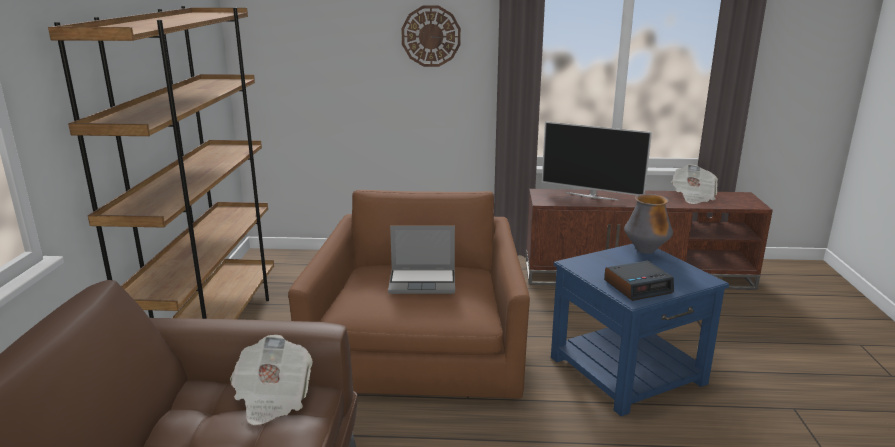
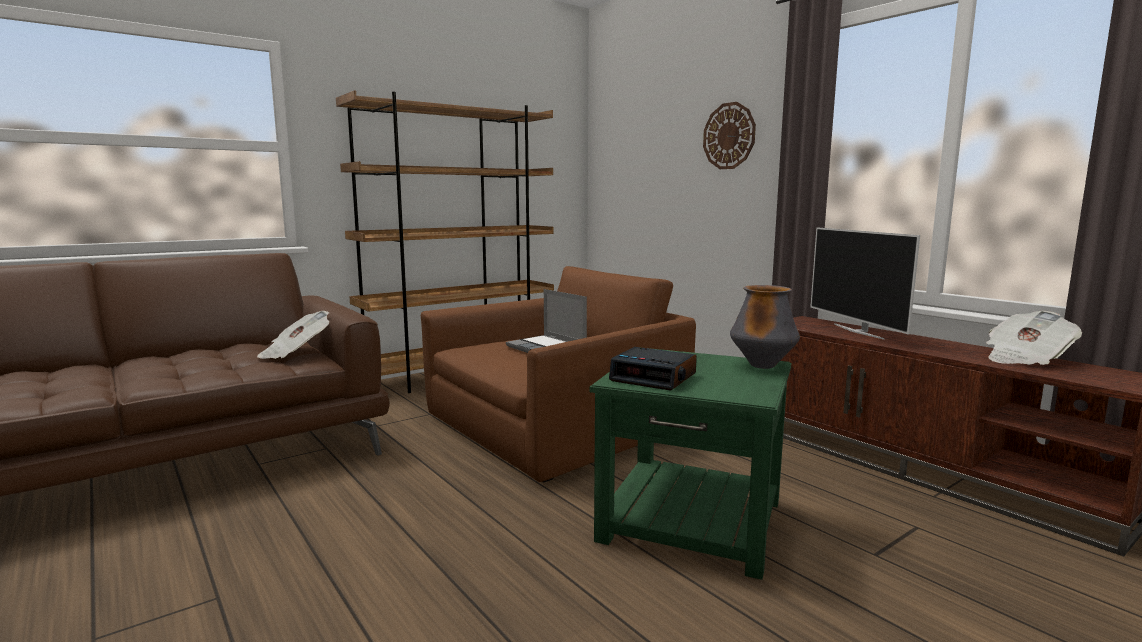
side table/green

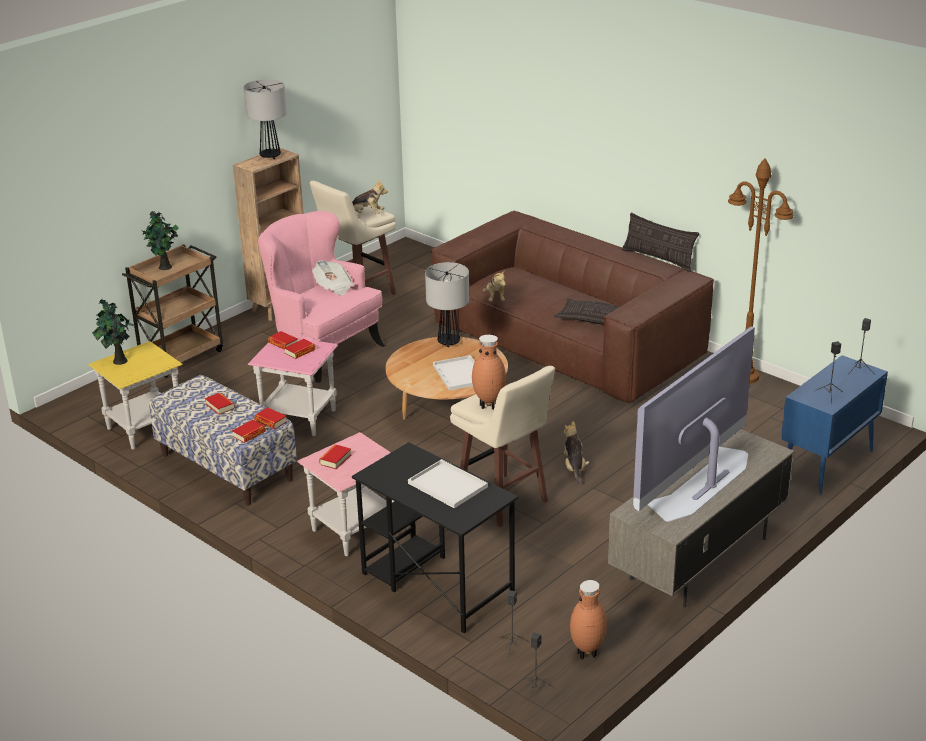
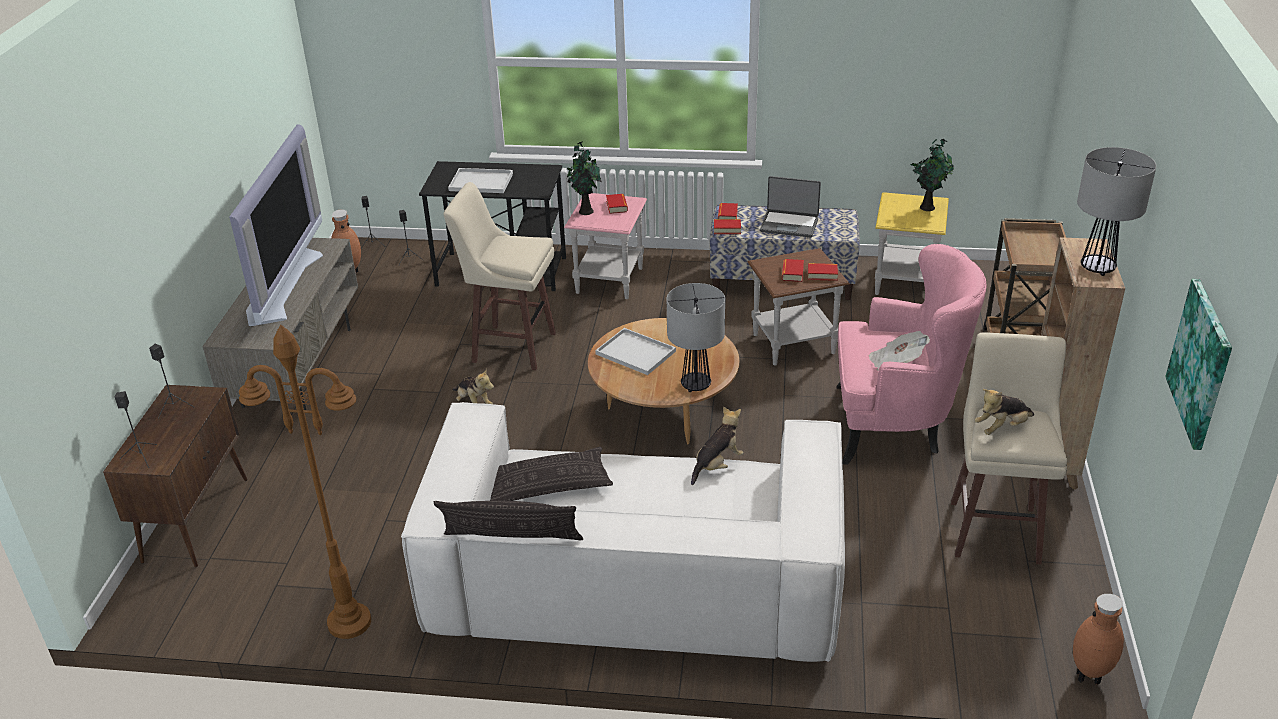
potted plant (1st from left); laptop; side table/brown; sofa/white; vase/brown (2nd from left); plush toy (2nd from left); cabinet/brown; picture

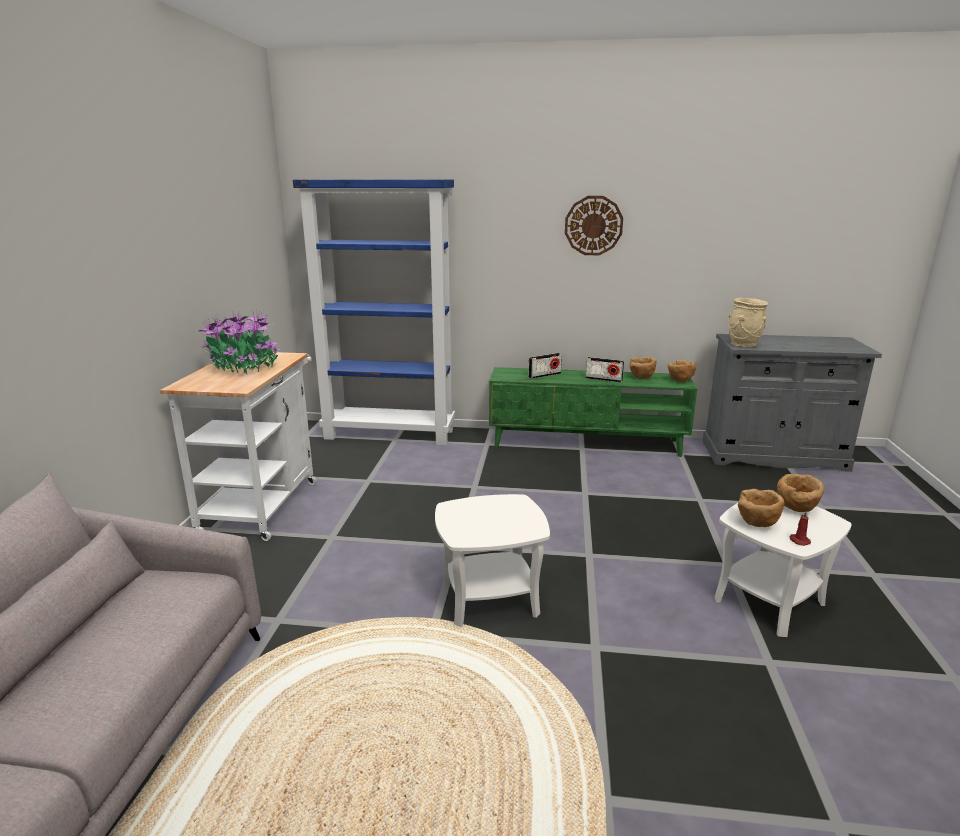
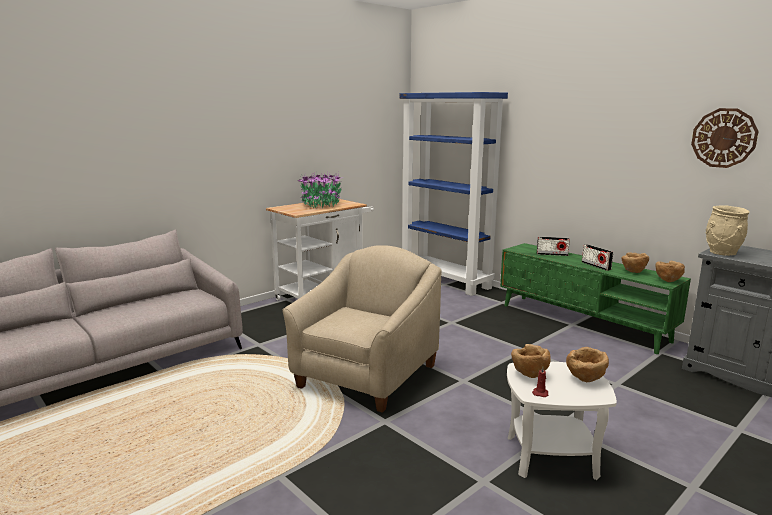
armchair/beige; wall clock

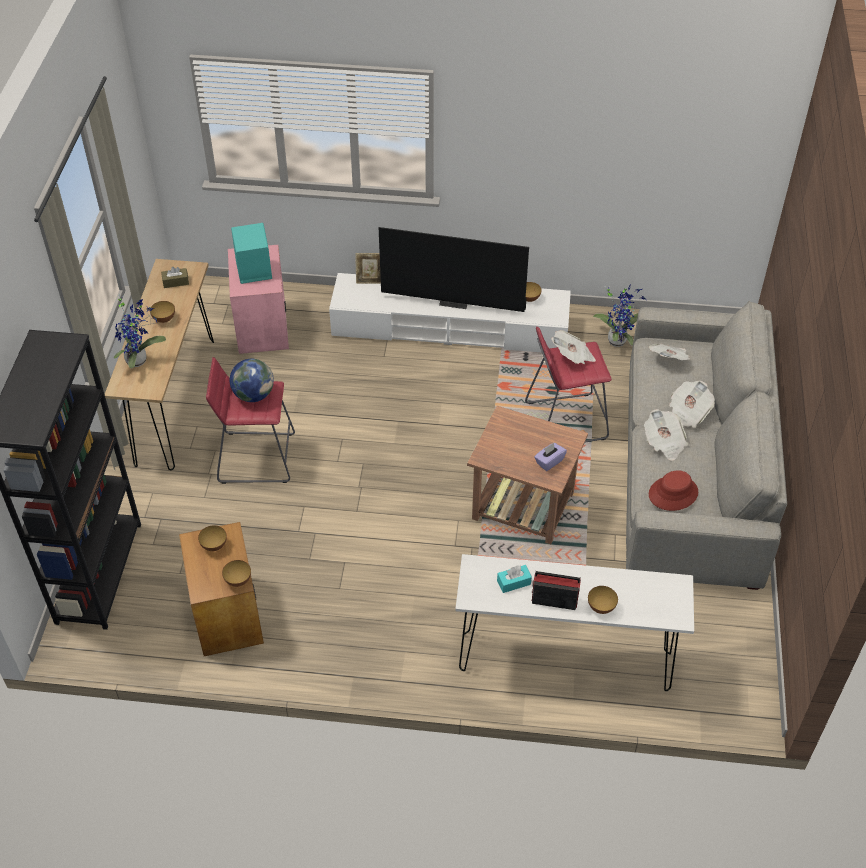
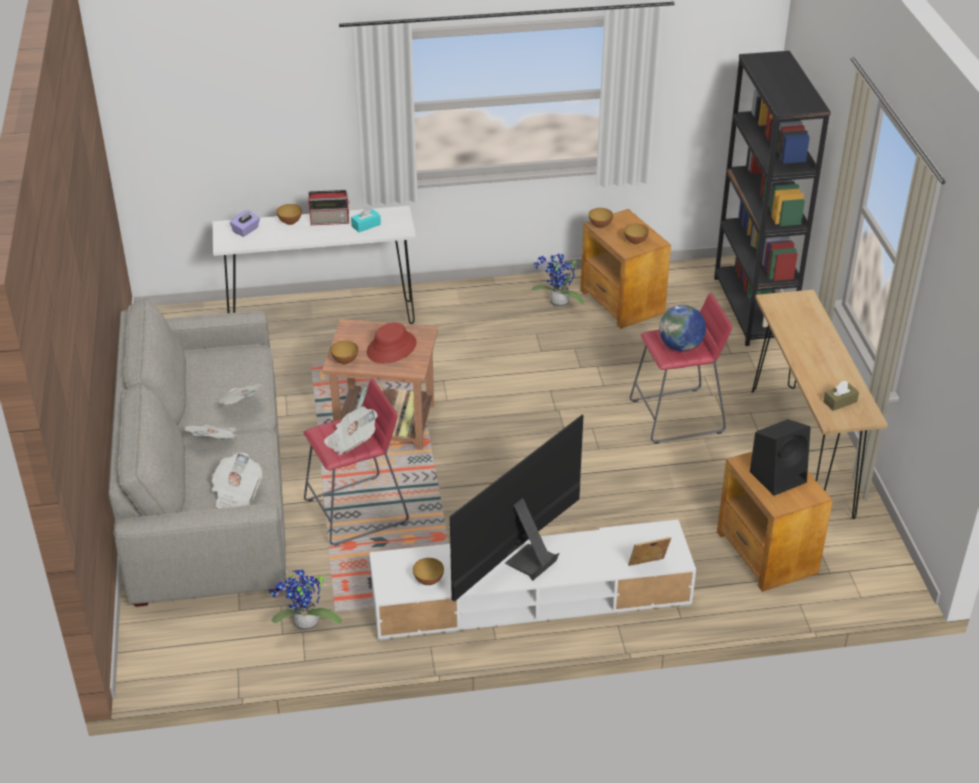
potted plant (2nd from left); bowl (2nd from left); side table/brown (3rd from left); speaker/black; television; tissue box/purple; hat/red

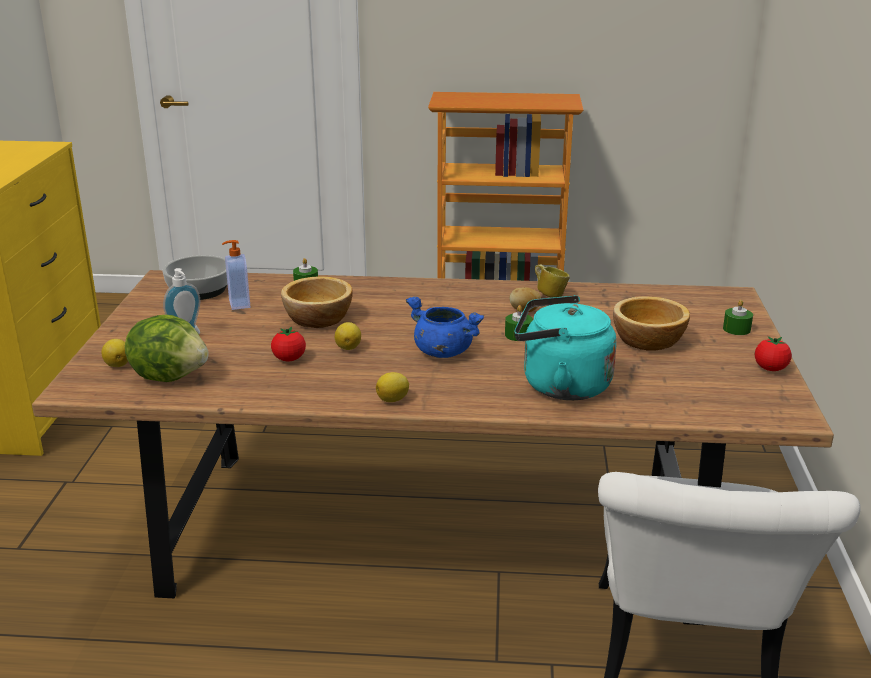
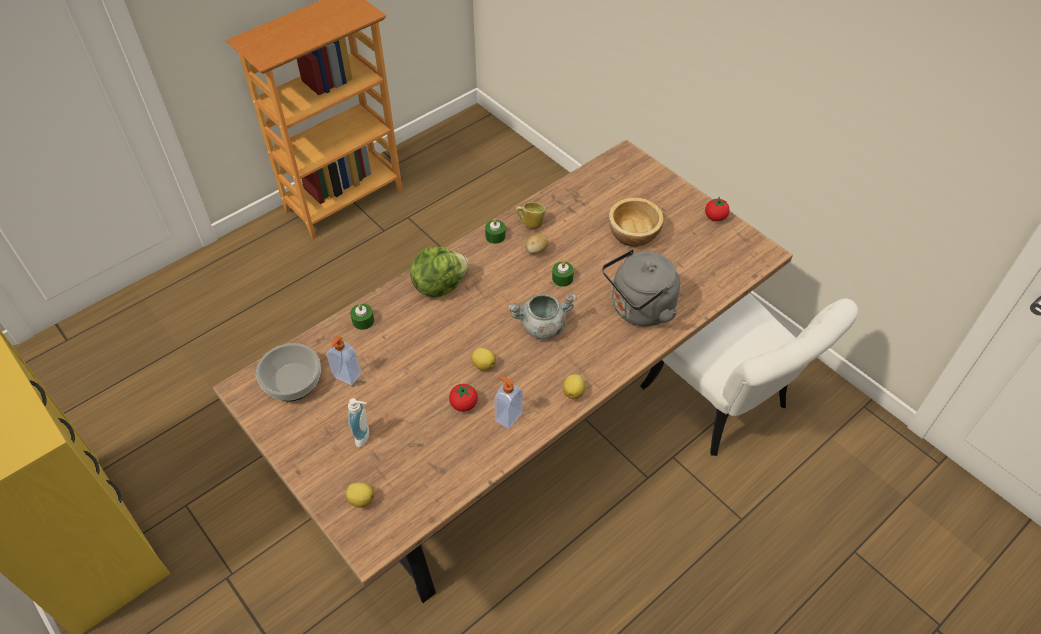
lettuce; bowl (2nd from left in the first image); cooking pot/grey; kettle/grey; candle/green (2nd from left); soap dispenser (3rd from left)

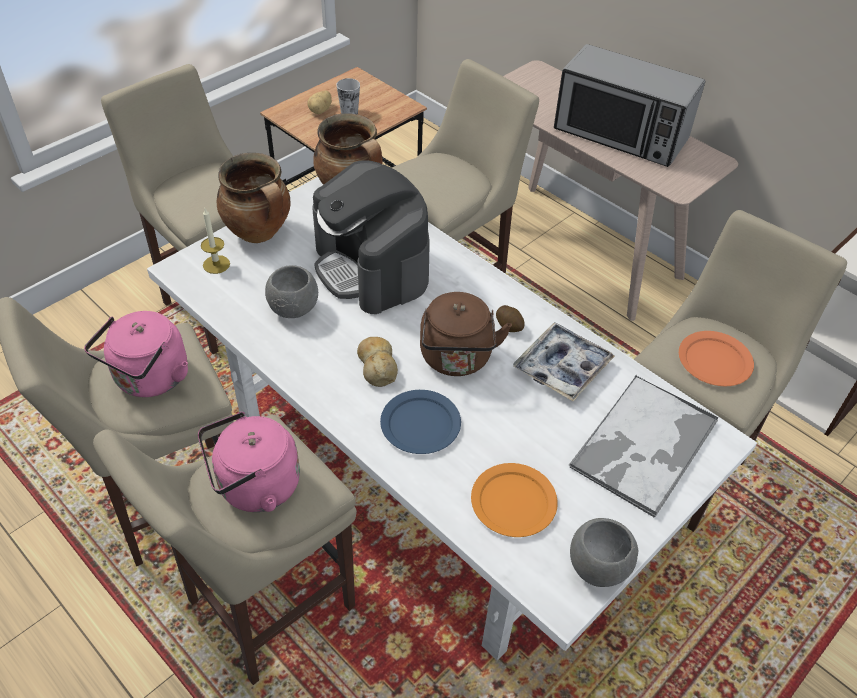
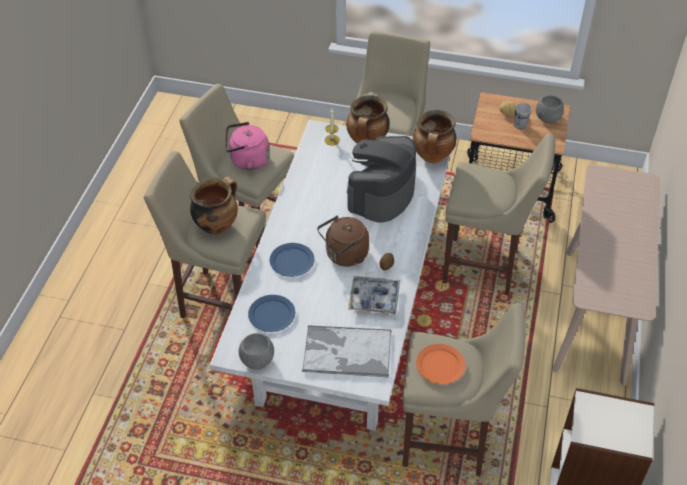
cooking pot (1st from left); bowl/grey (2nd from left); bread; plate/blue (1st from left); microwave

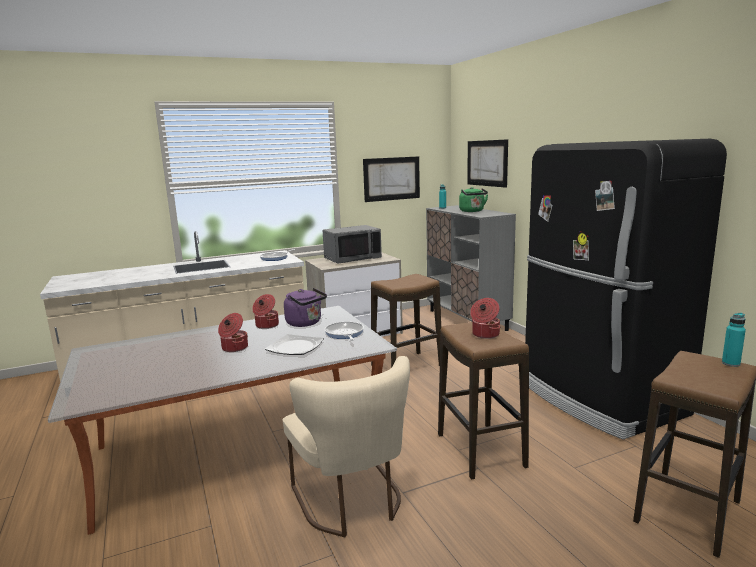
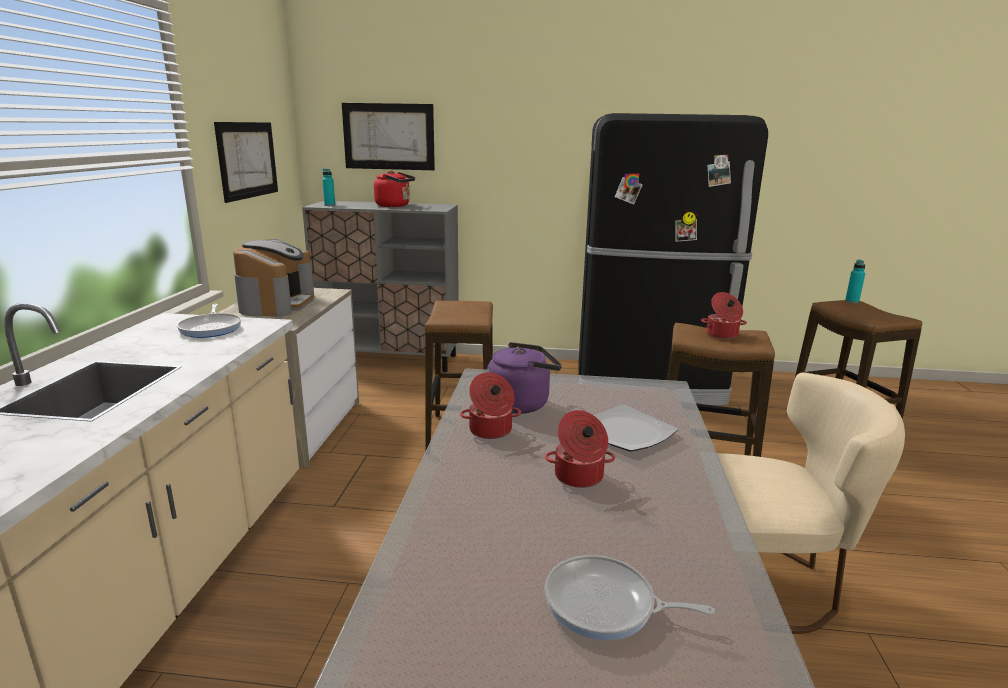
coffee machine; frying pan (2nd from left); kettle/red

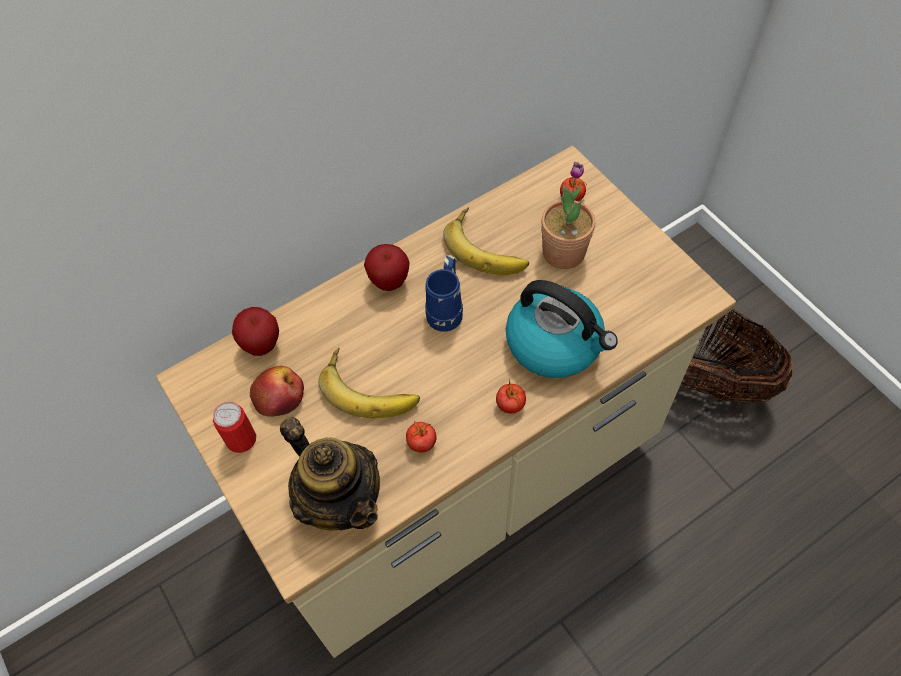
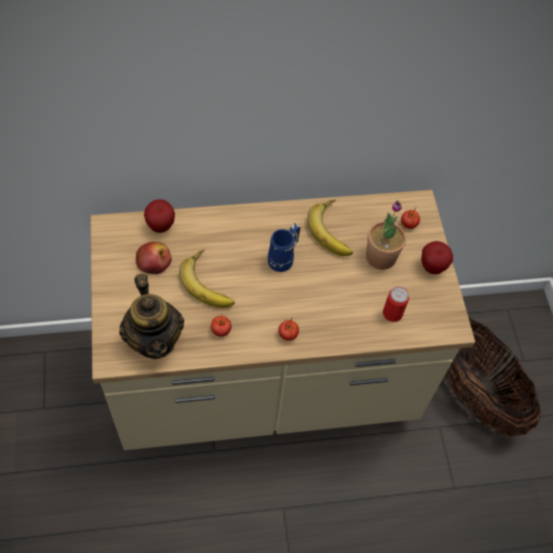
can; apple (3rd from left); kettle

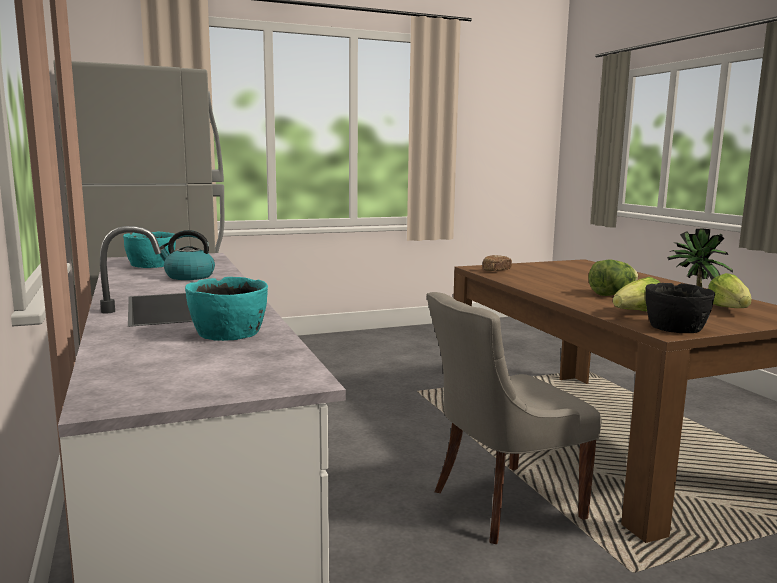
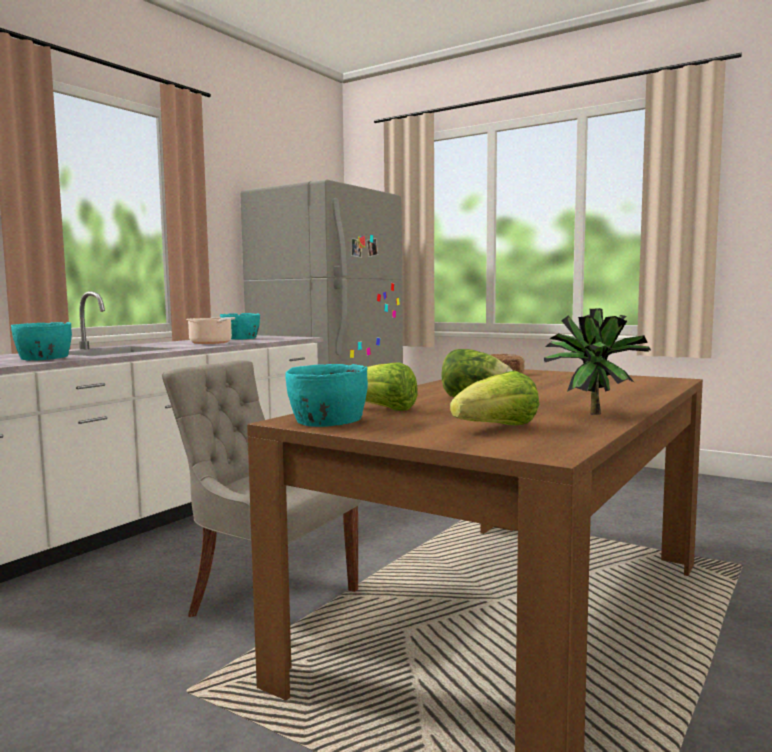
cooking pot; bowl/turquoise (3rd from left)

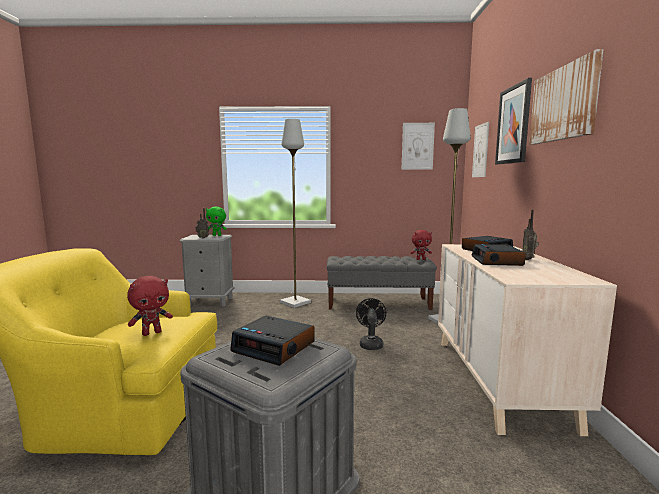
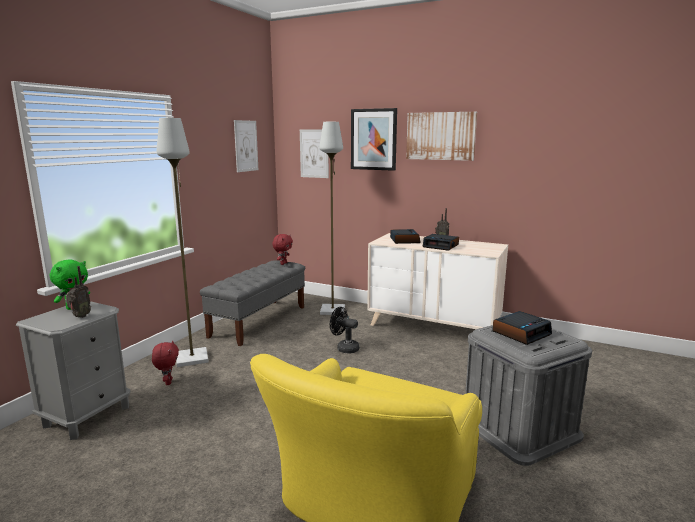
plush toy/red (1st from left)

